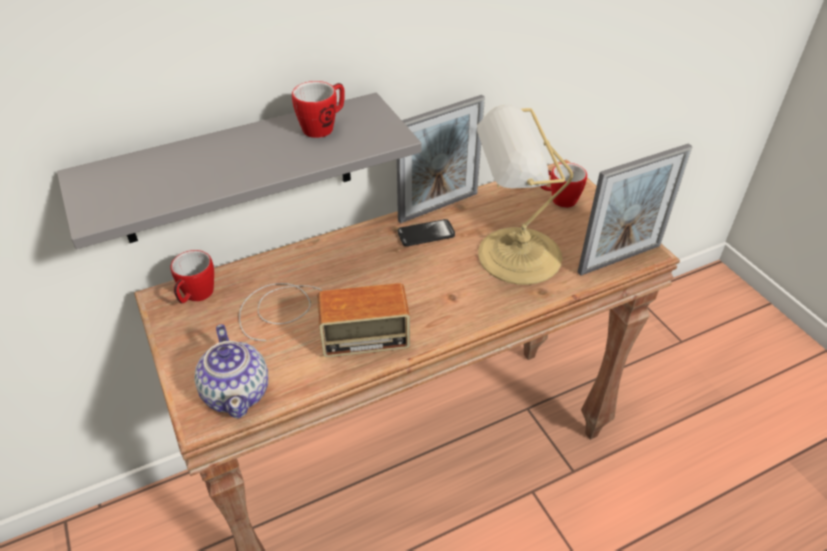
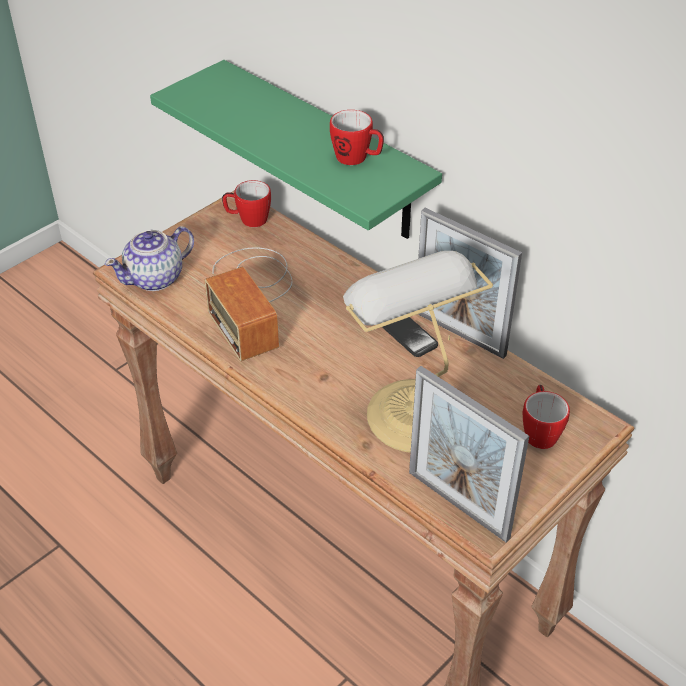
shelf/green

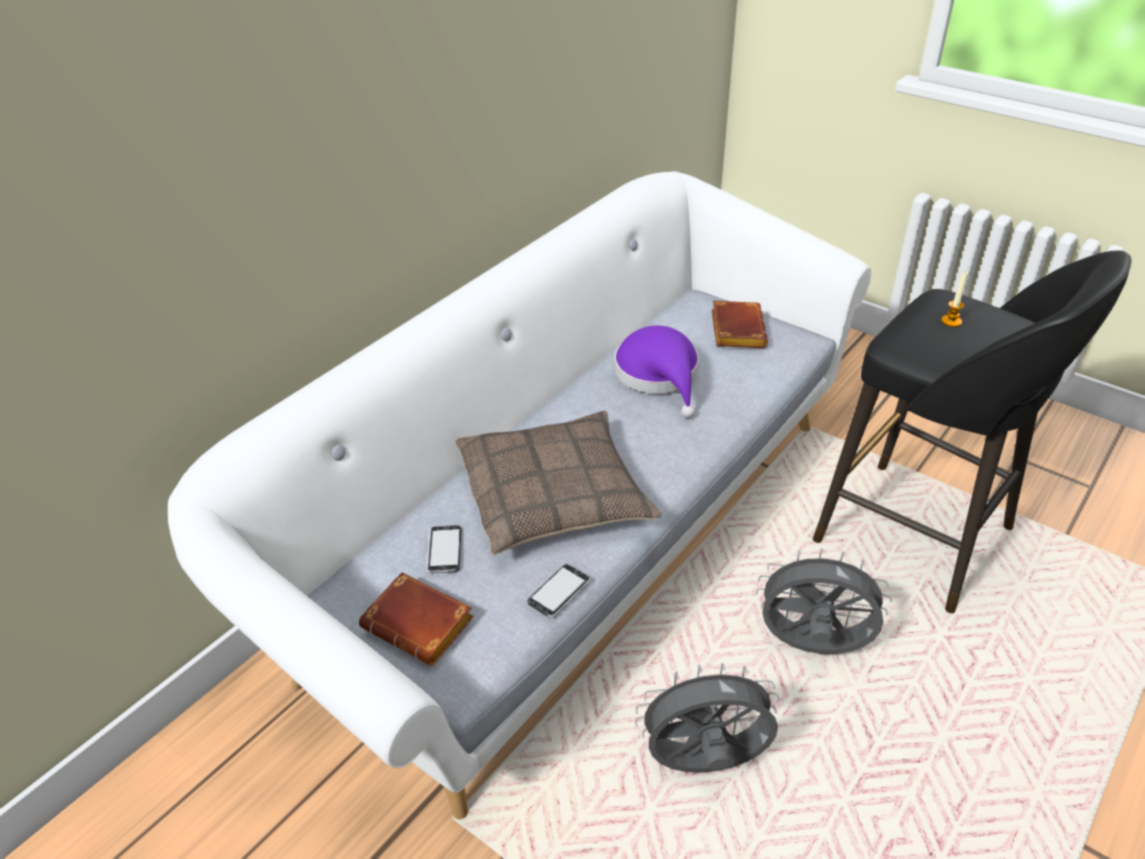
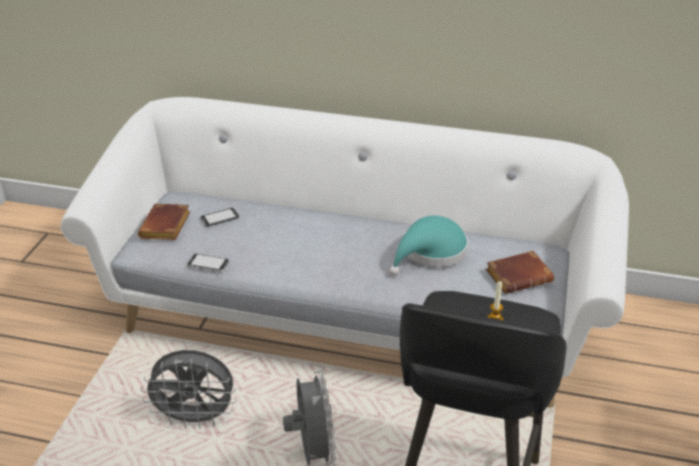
pillow; hat/turquoise; fan/grey (1st from left)

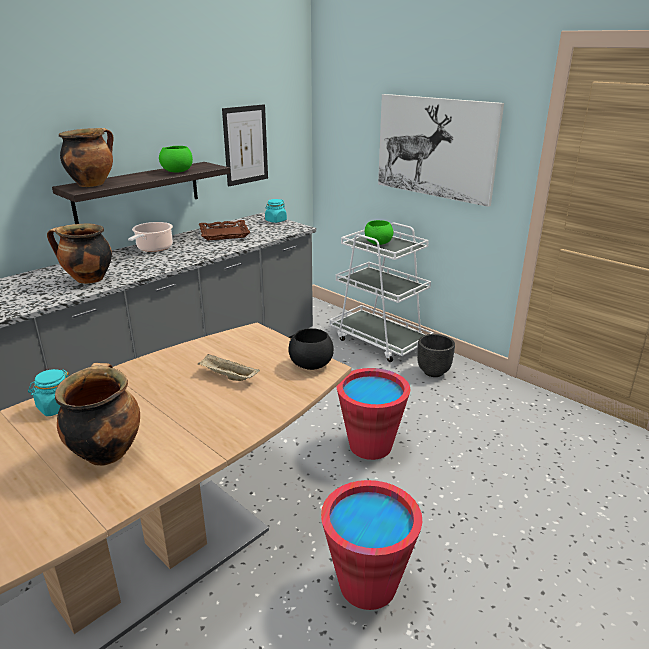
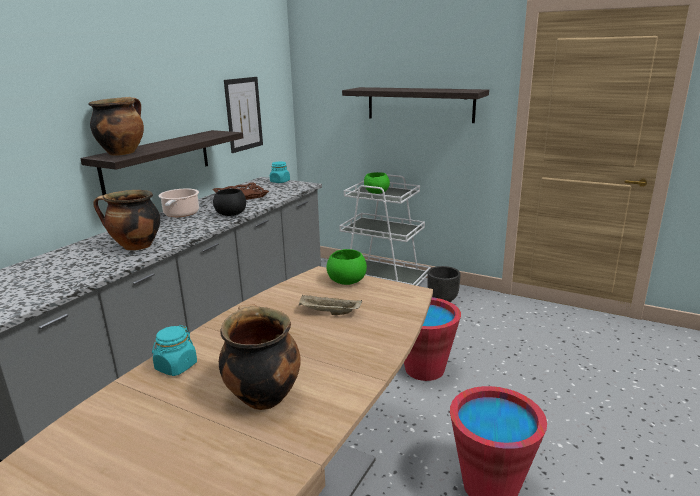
bowl/green (1st from left); bowl/black; shelf (2nd from left)

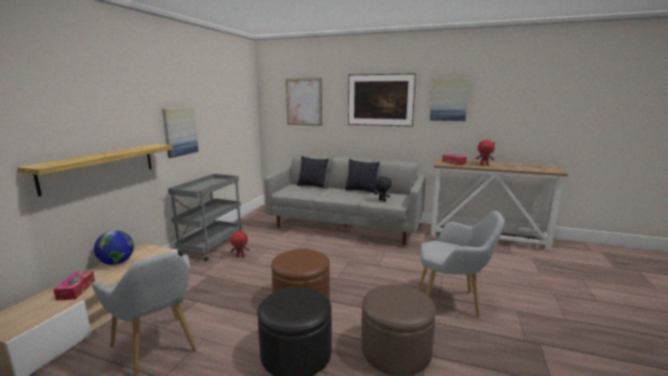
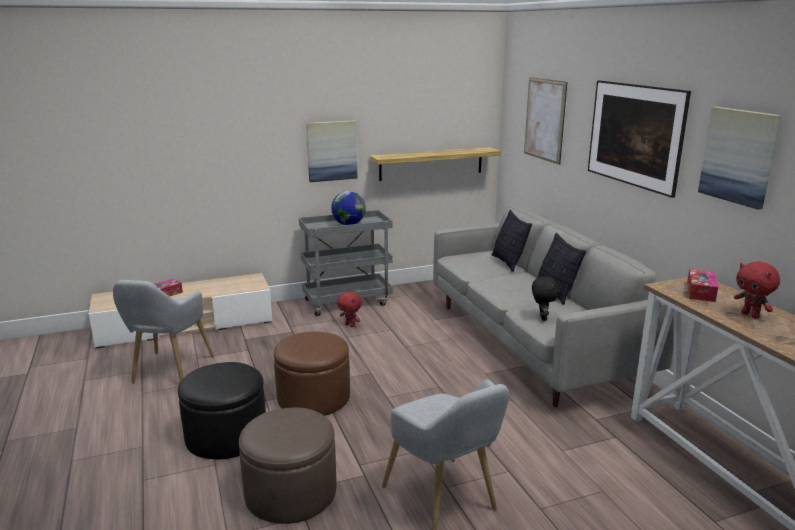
shelf; globe

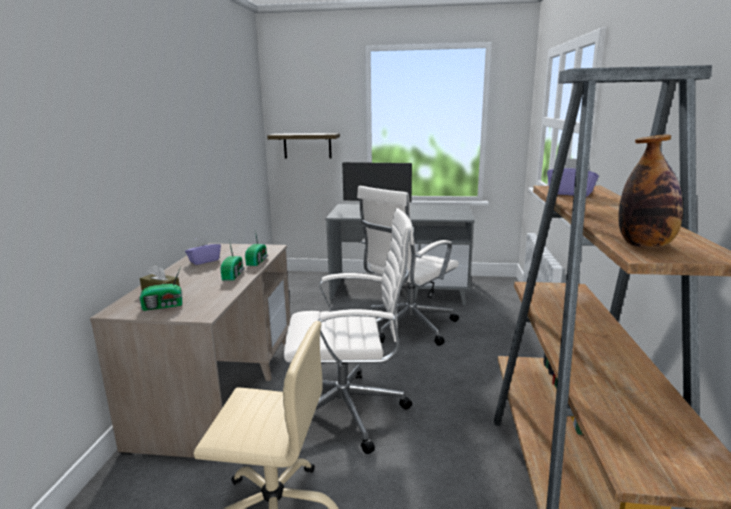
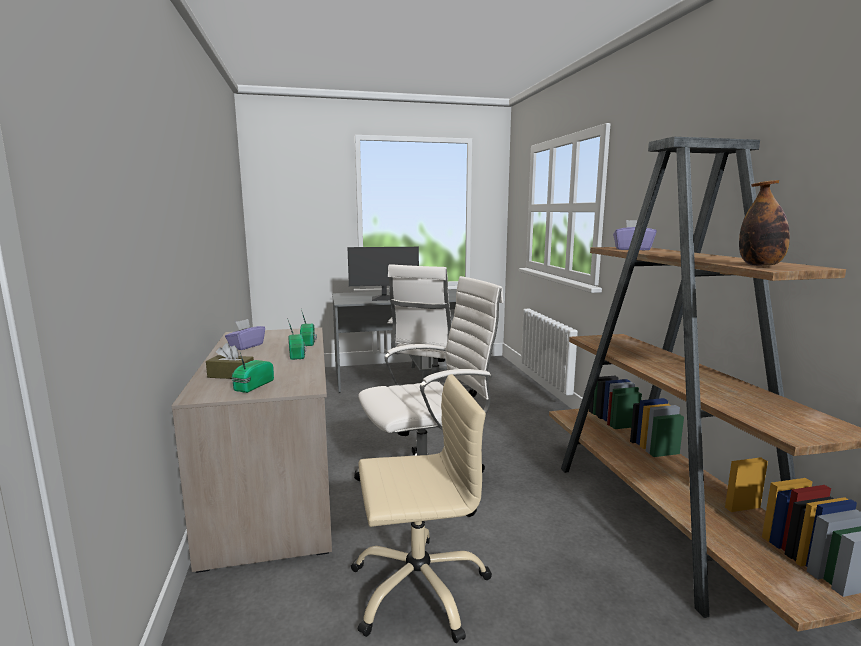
radio (1st from left); shelf

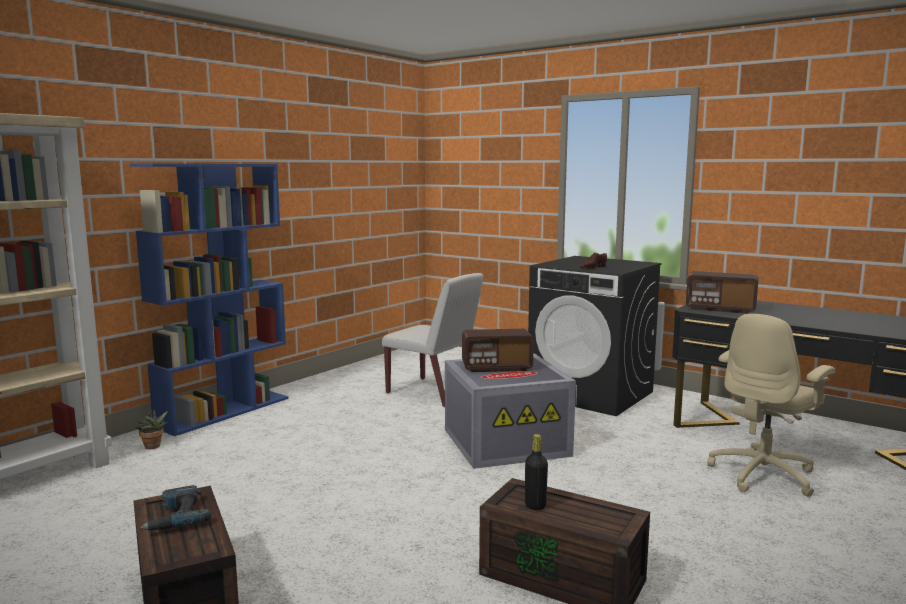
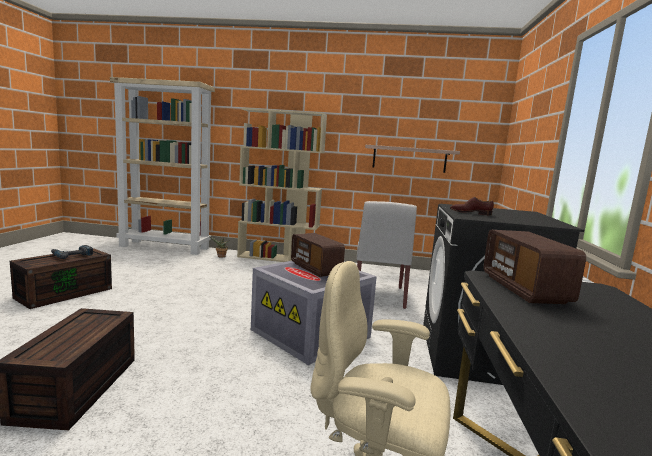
bookcase/beige (2nd from left); bottle/black; shelf

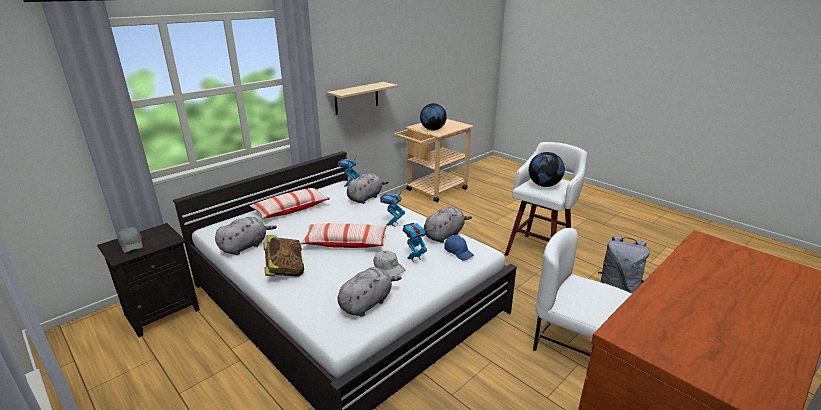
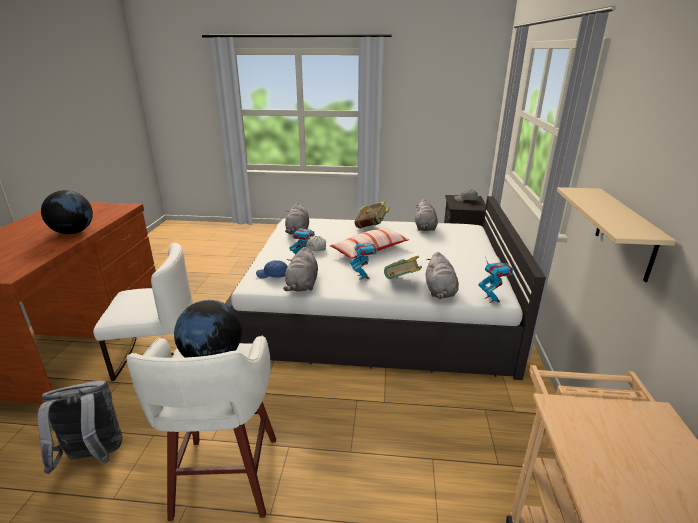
pillow (1st from left in the first image); globe (1st from left); book (2nd from left)

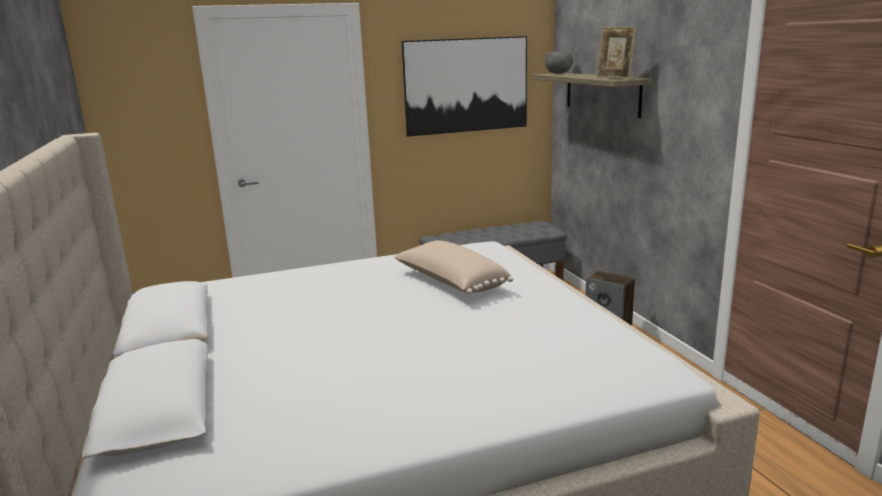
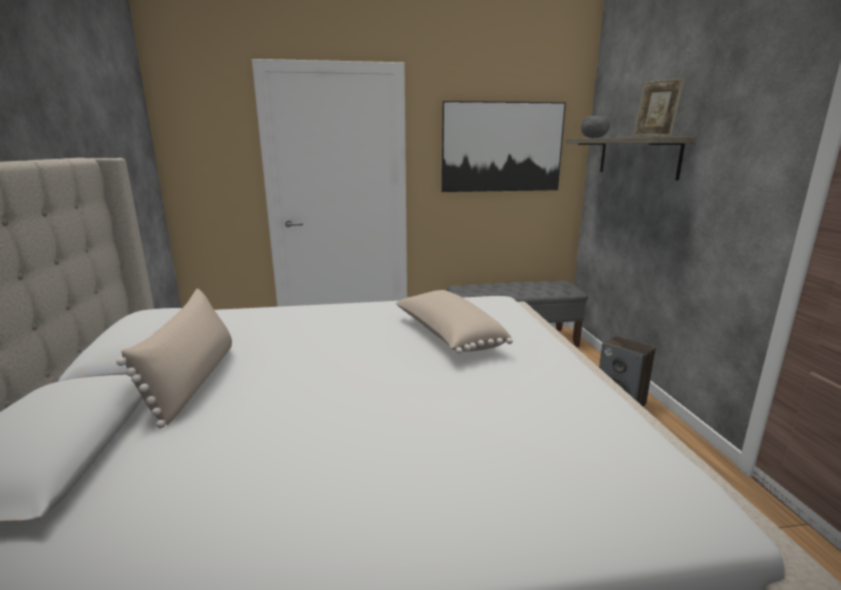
pillow/beige (1st from left)

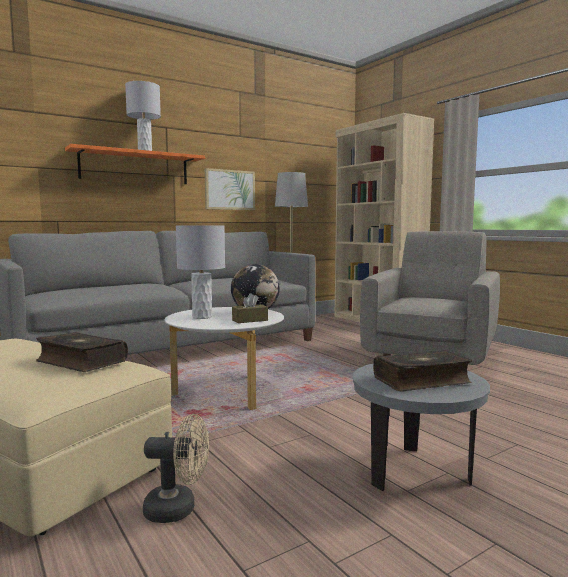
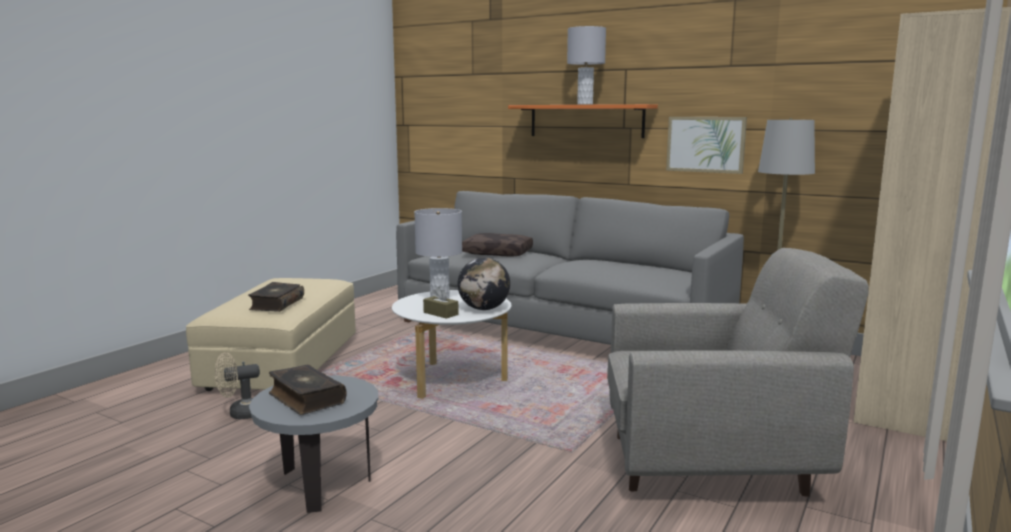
fan/beige; pillow/brown

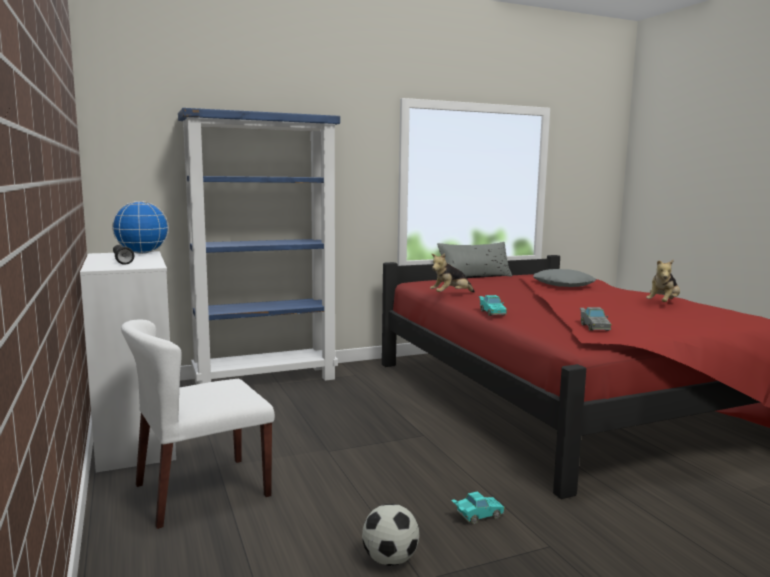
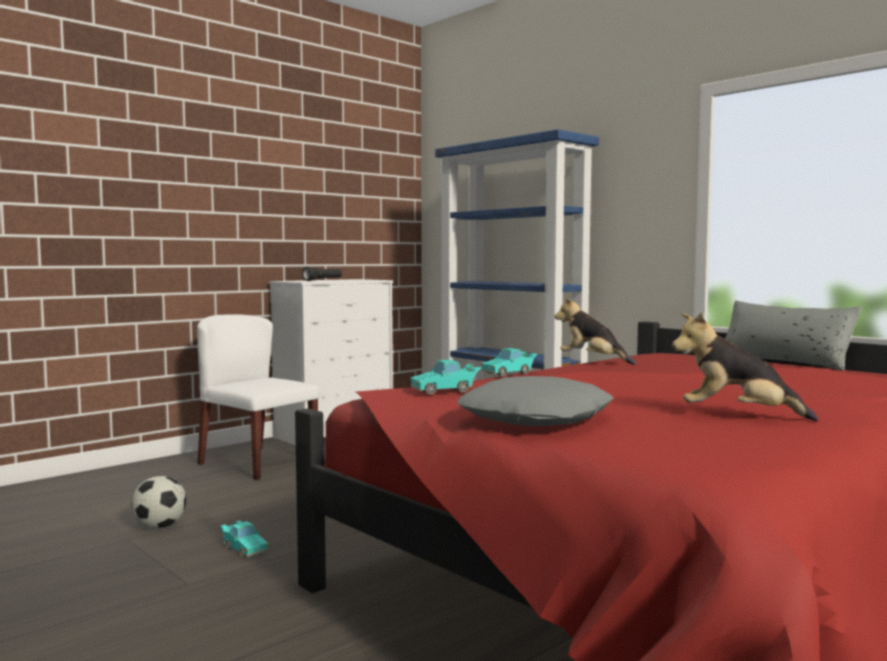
globe; pillow/grey (1st from left); toy car/turquoise (2nd from left)

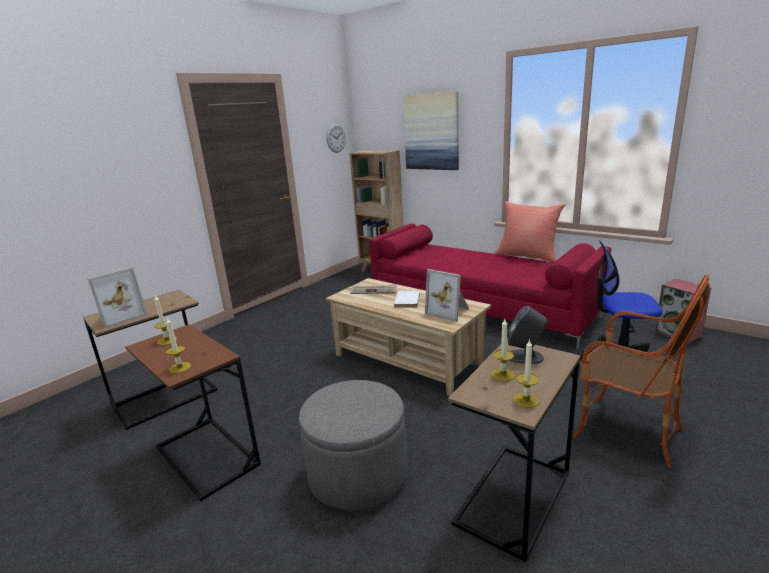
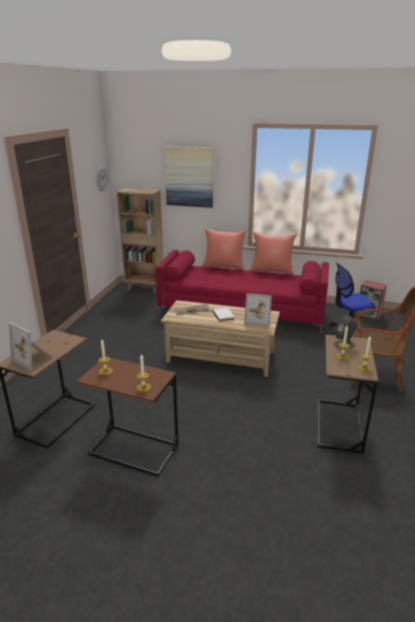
picture frame (1st from left); ottoman/grey; pillow/red (1st from left)

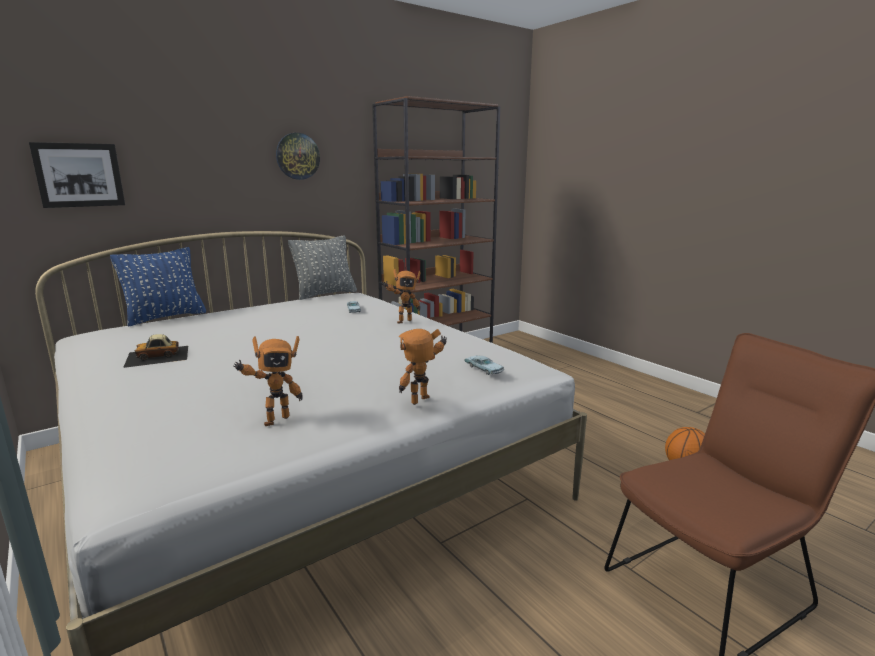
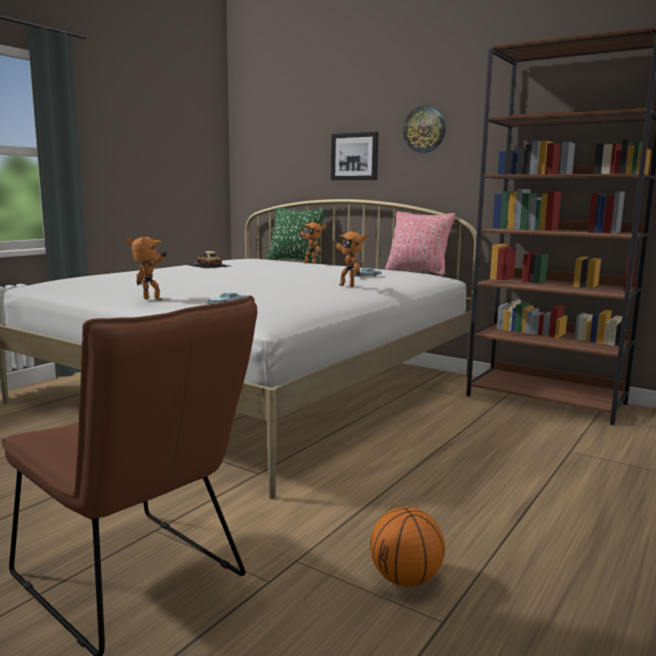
picture; pillow/green; toy robot (2nd from left); pillow/pink

